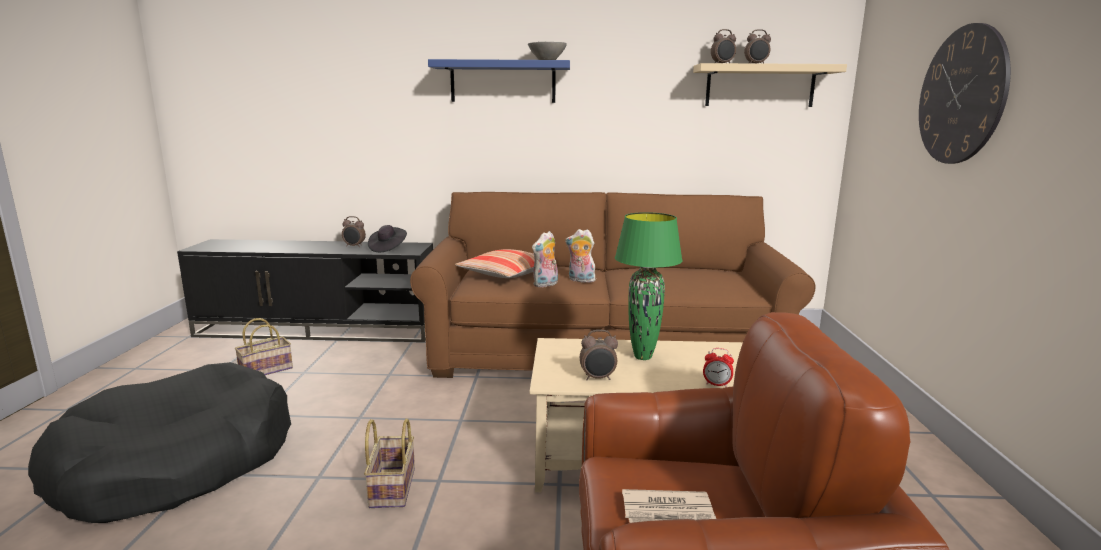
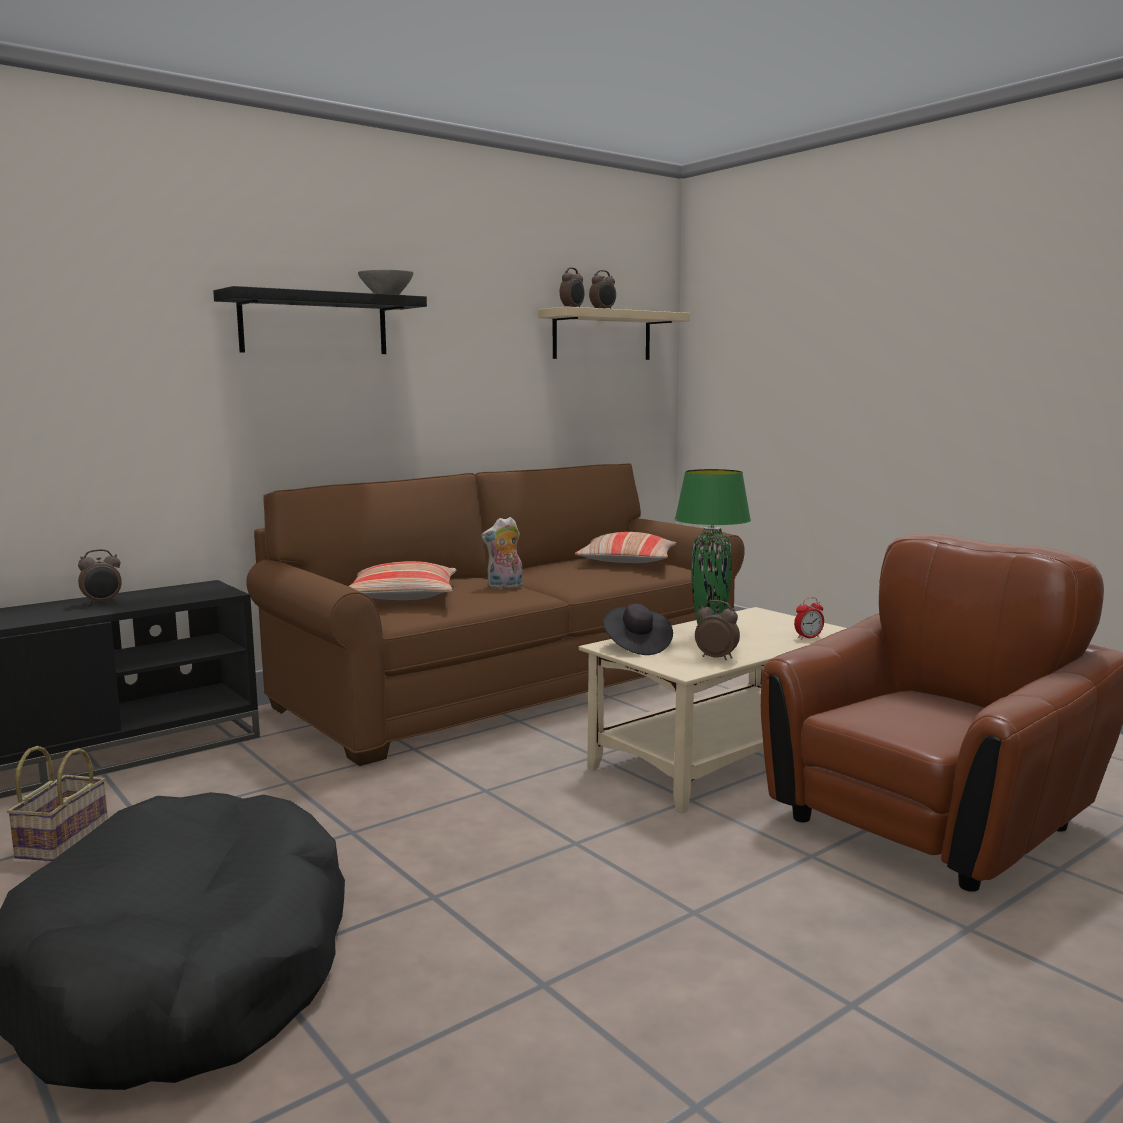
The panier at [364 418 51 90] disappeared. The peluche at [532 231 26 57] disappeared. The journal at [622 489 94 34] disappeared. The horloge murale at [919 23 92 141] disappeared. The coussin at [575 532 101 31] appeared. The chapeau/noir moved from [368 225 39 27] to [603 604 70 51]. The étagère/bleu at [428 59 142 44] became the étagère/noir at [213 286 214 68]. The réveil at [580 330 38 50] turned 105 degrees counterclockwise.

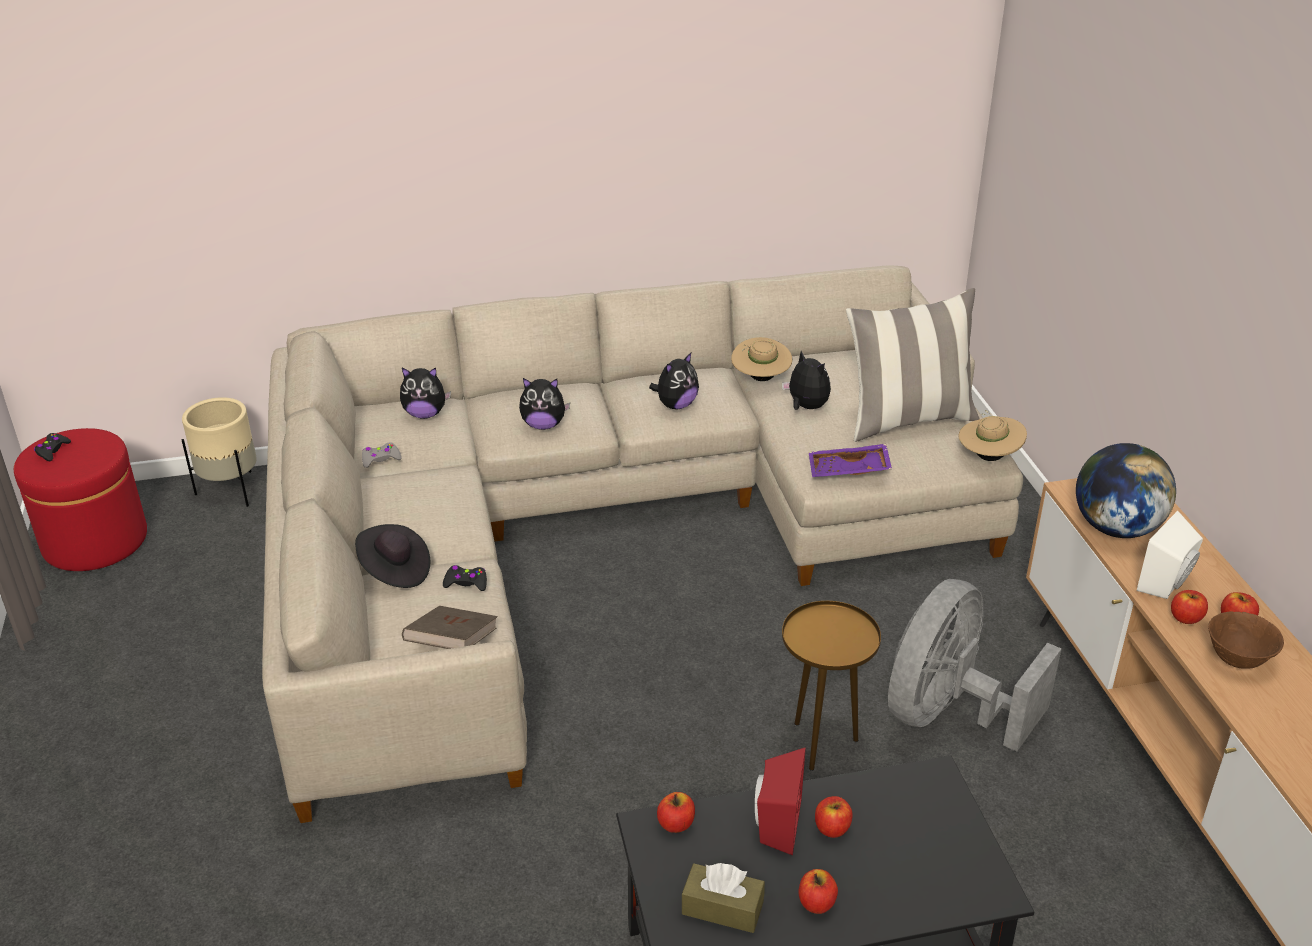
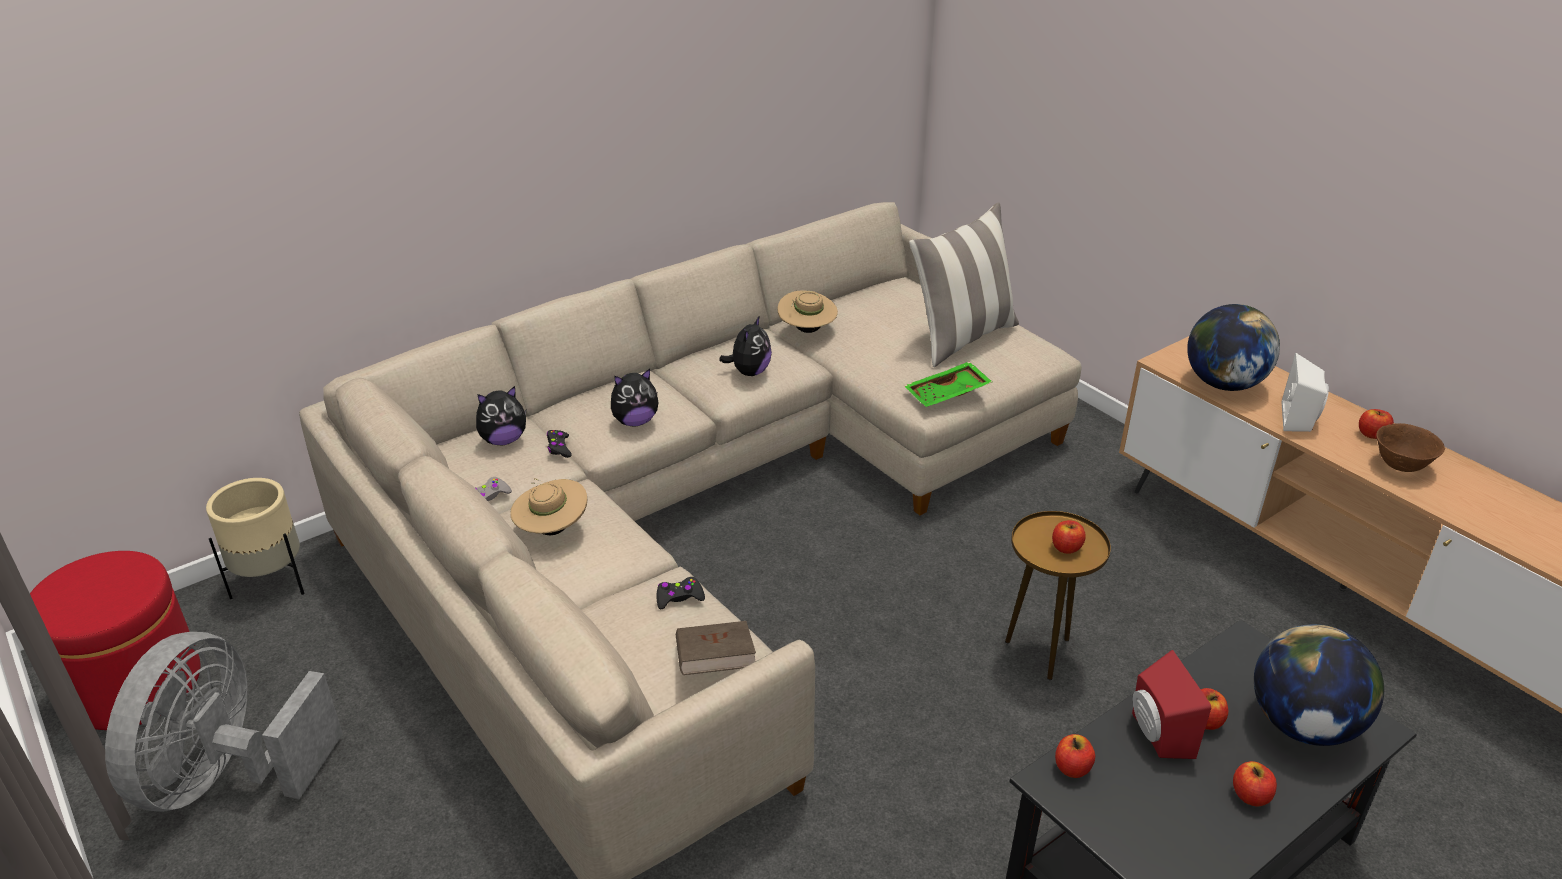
The chapeau/noir at [355 524 75 64] disappeared. The boîte à mouchoirs/marron at [682 863 83 70] disappeared. The peluche at [782 351 49 59] disappeared. The globe at [1254 624 130 122] appeared. The manette/noir moved from [34 433 37 28] to [547 430 25 28]. The ventilateur/gris moved from [888 579 173 173] to [105 632 238 180]. The chapeau/beige moved from [959 410 68 51] to [510 478 77 57]. The pomme moved from [1171 590 37 34] to [1052 520 34 34]. The plateau/violet at [809 444 83 33] became the plateau/vert at [905 362 87 45].

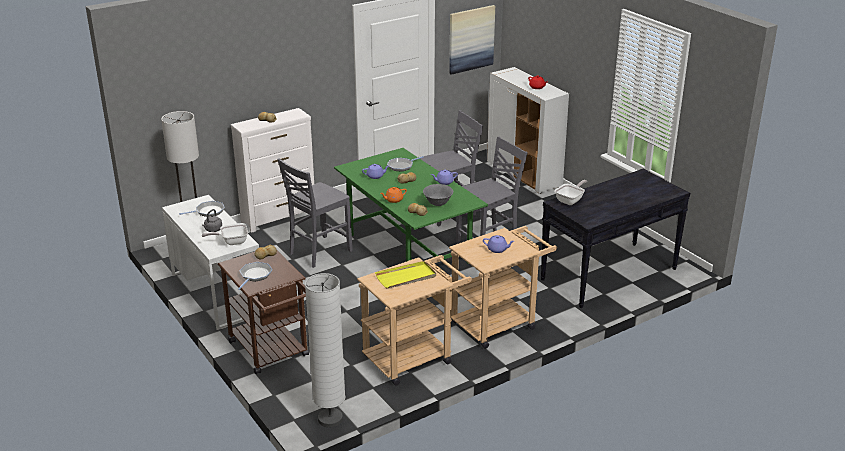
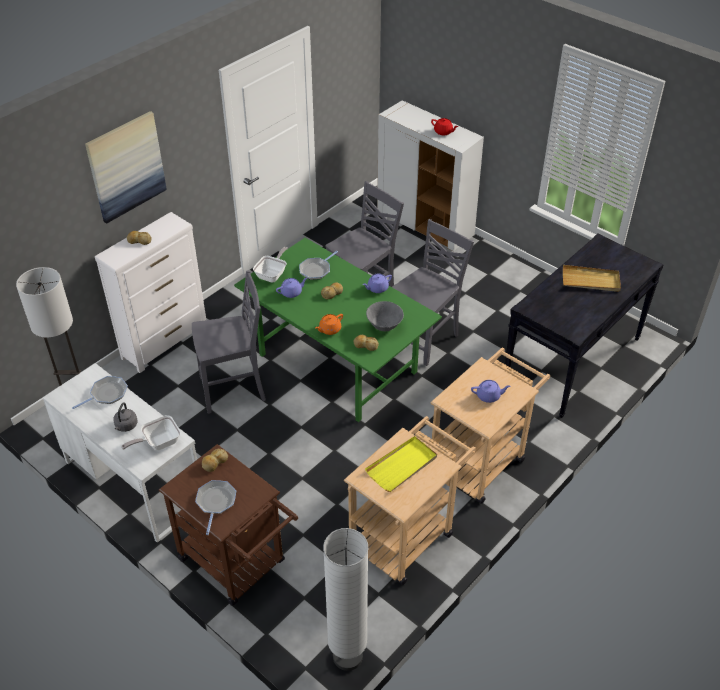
The plateau/beige at [563 265 58 27] appeared. The tableau moved from [449 5 46 70] to [85 111 82 113]. The poêle moved from [554 180 33 25] to [253 247 35 36]. The chaise/gris at [278 158 75 110] turned 135 degrees counterclockwise.

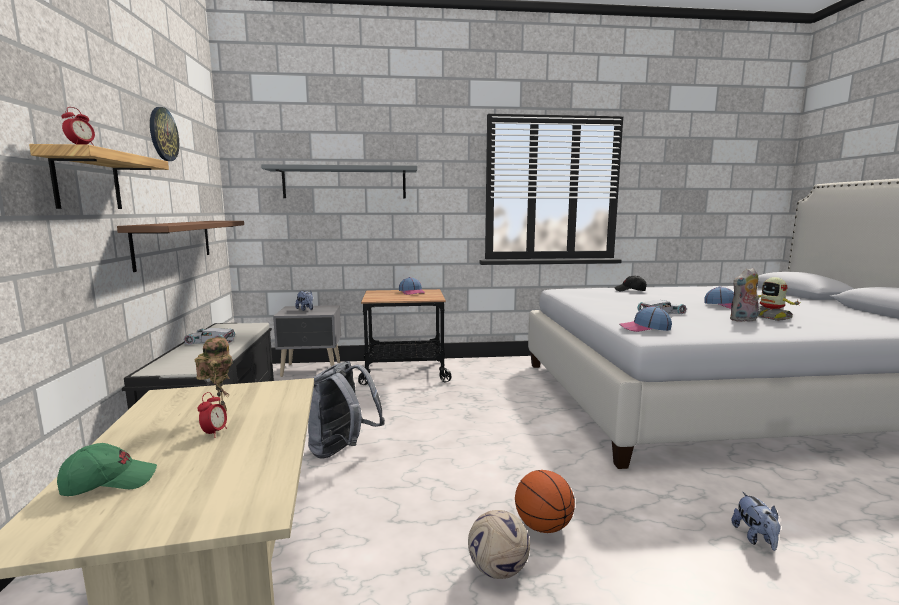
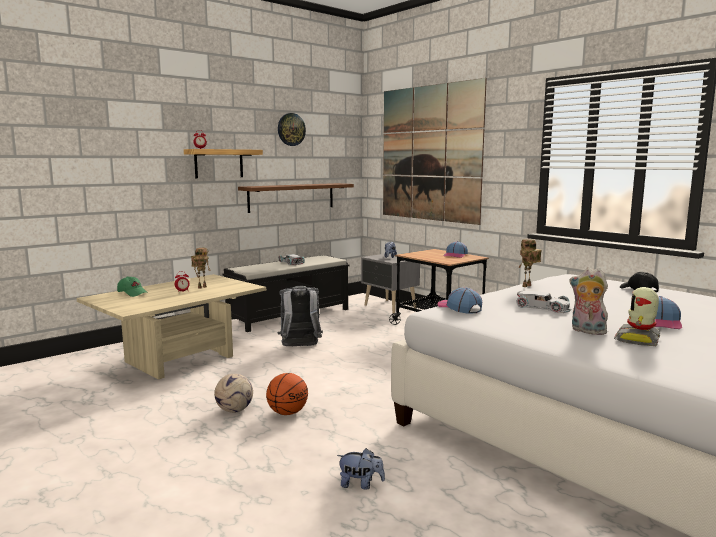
The robot jouet at [519 239 23 48] appeared. The étagère/gris at [261 164 156 34] was replaced by the tableau at [383 78 104 147]. The peluche at [732 492 49 59] turned 135 degrees counterclockwise.

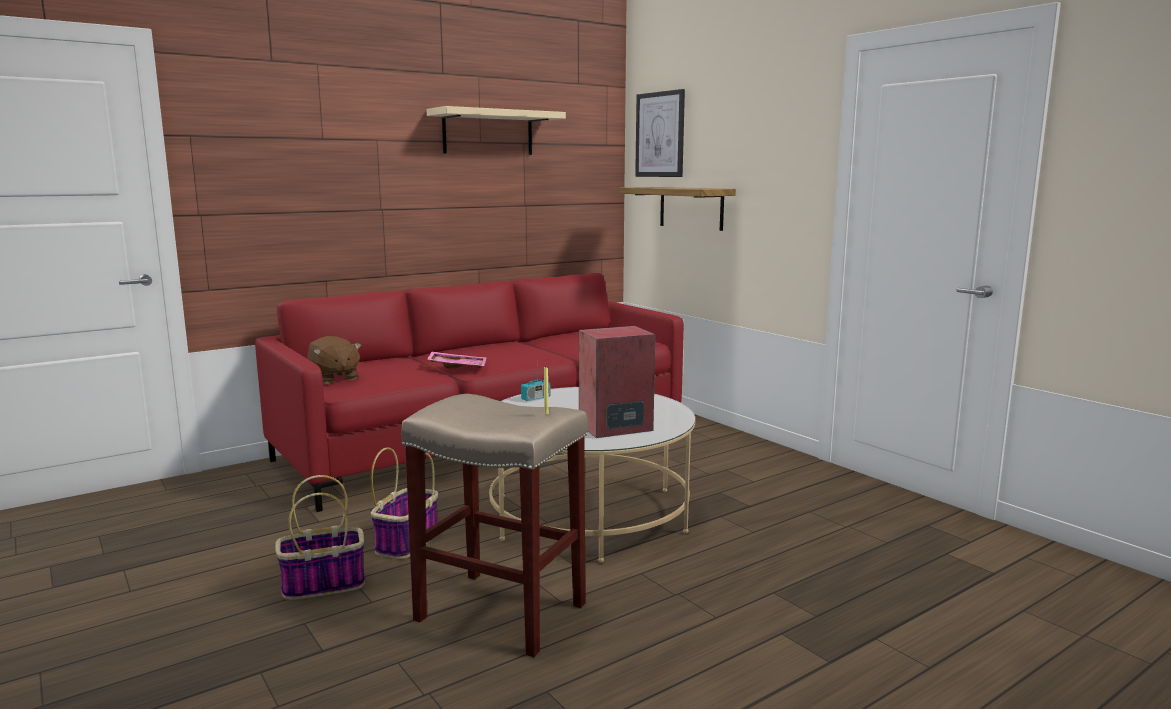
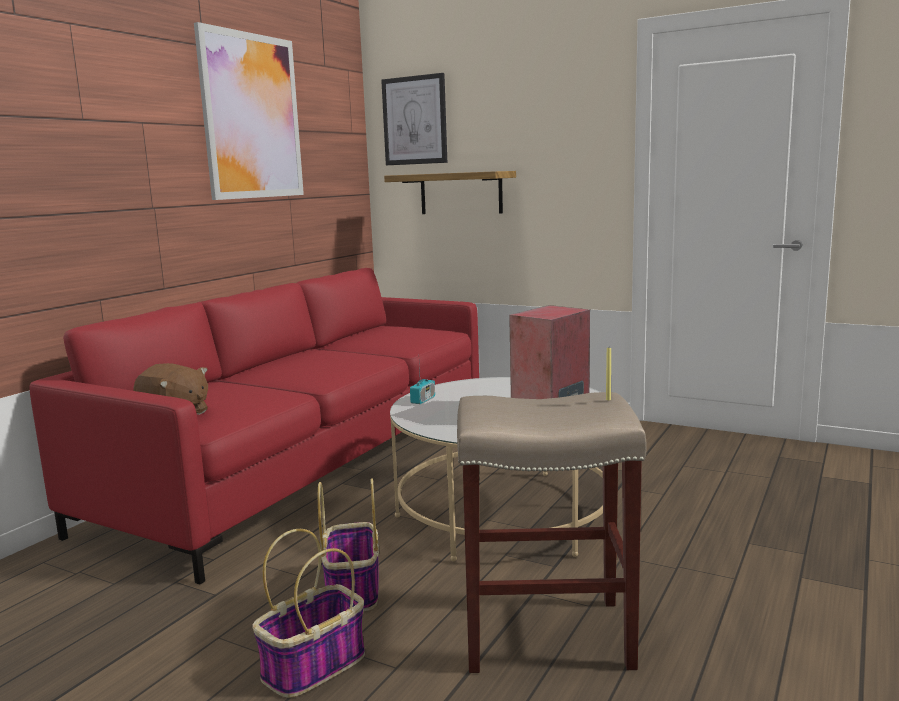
The plateau/rose at [427 352 59 17] disappeared. The étagère/beige at [427 106 139 49] was replaced by the tableau at [194 22 110 178].

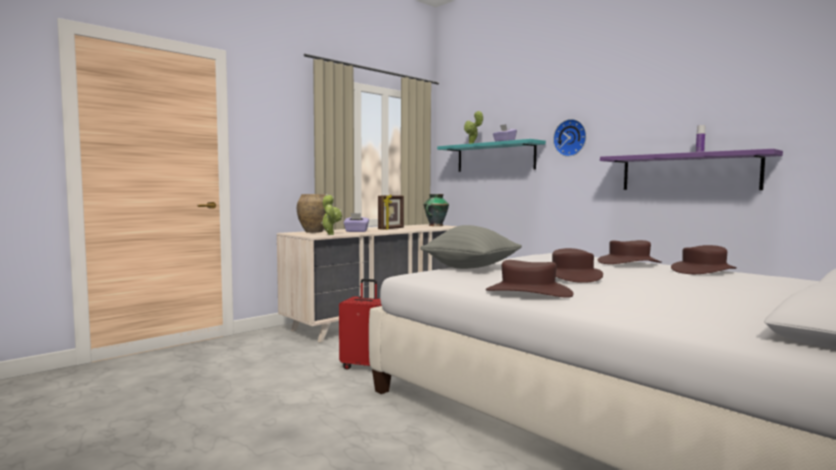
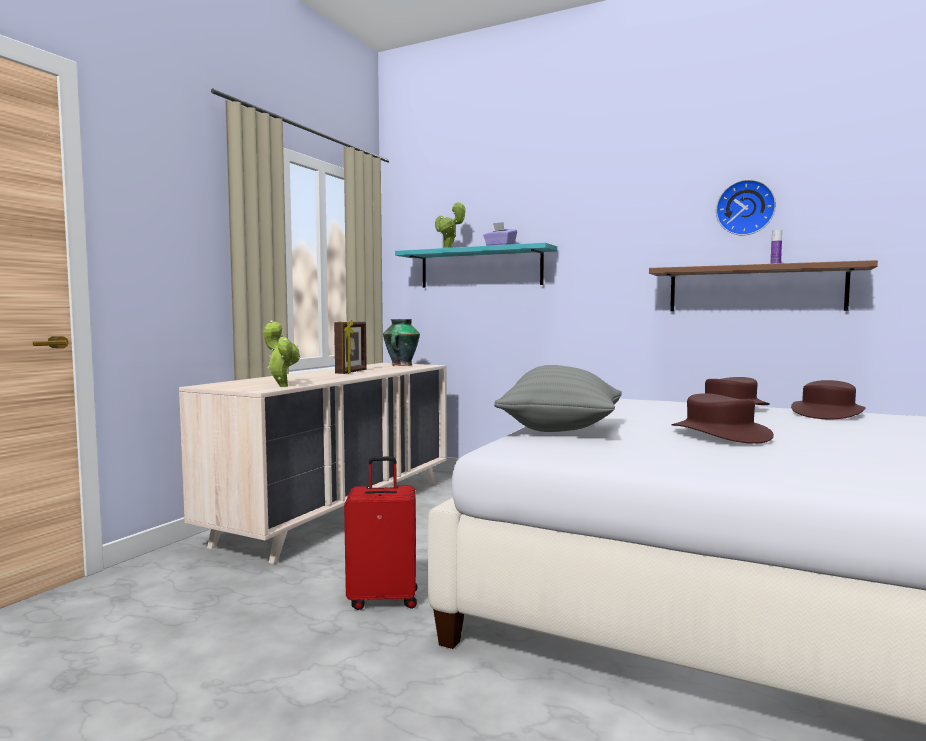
The vase/marron at [297 194 29 39] disappeared. The boîte à mouchoirs/violet at [344 213 25 19] disappeared. The chapeau/marron at [486 260 88 38] disappeared. The horloge murale moved from [553 119 34 38] to [716 179 60 56]. The étagère/violet at [600 149 183 41] became the étagère/marron at [649 260 229 51].

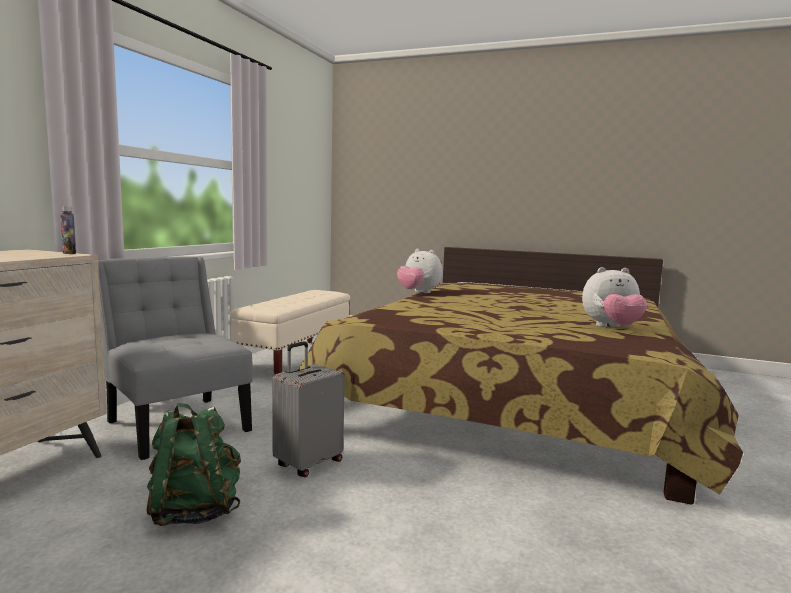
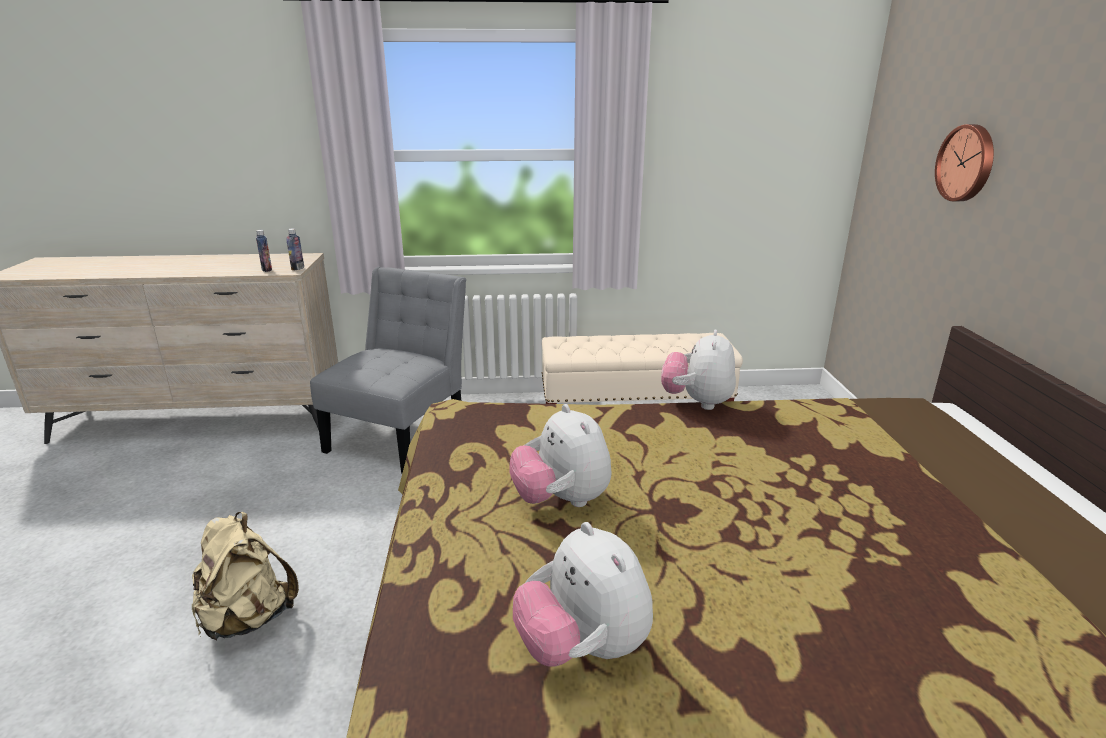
The sac à dos/vert at [147 403 94 123] disappeared. The valise/gris at [272 341 73 136] disappeared. The sac à dos/beige at [192 512 107 129] appeared. The bouteille at [256 230 16 42] appeared. The peluche at [509 404 103 103] appeared. The horloge murale at [935 124 59 77] appeared.

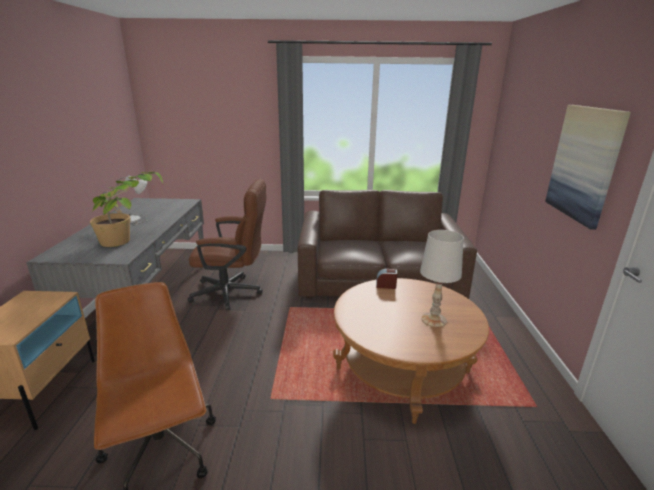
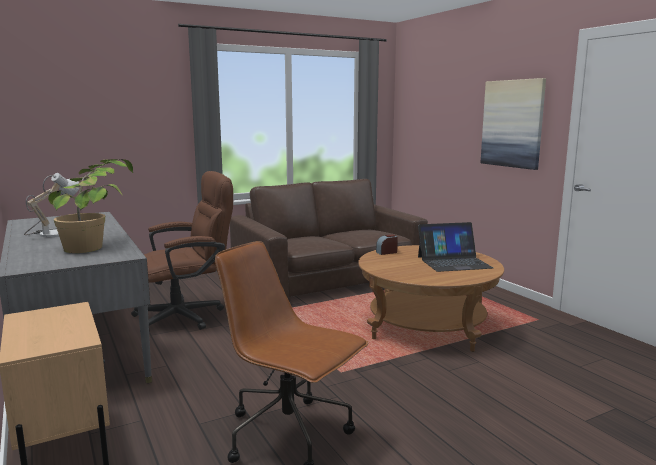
The lampe de table/blanc at [420 230 44 98] was replaced by the ordinateur portable at [418 222 75 50].

